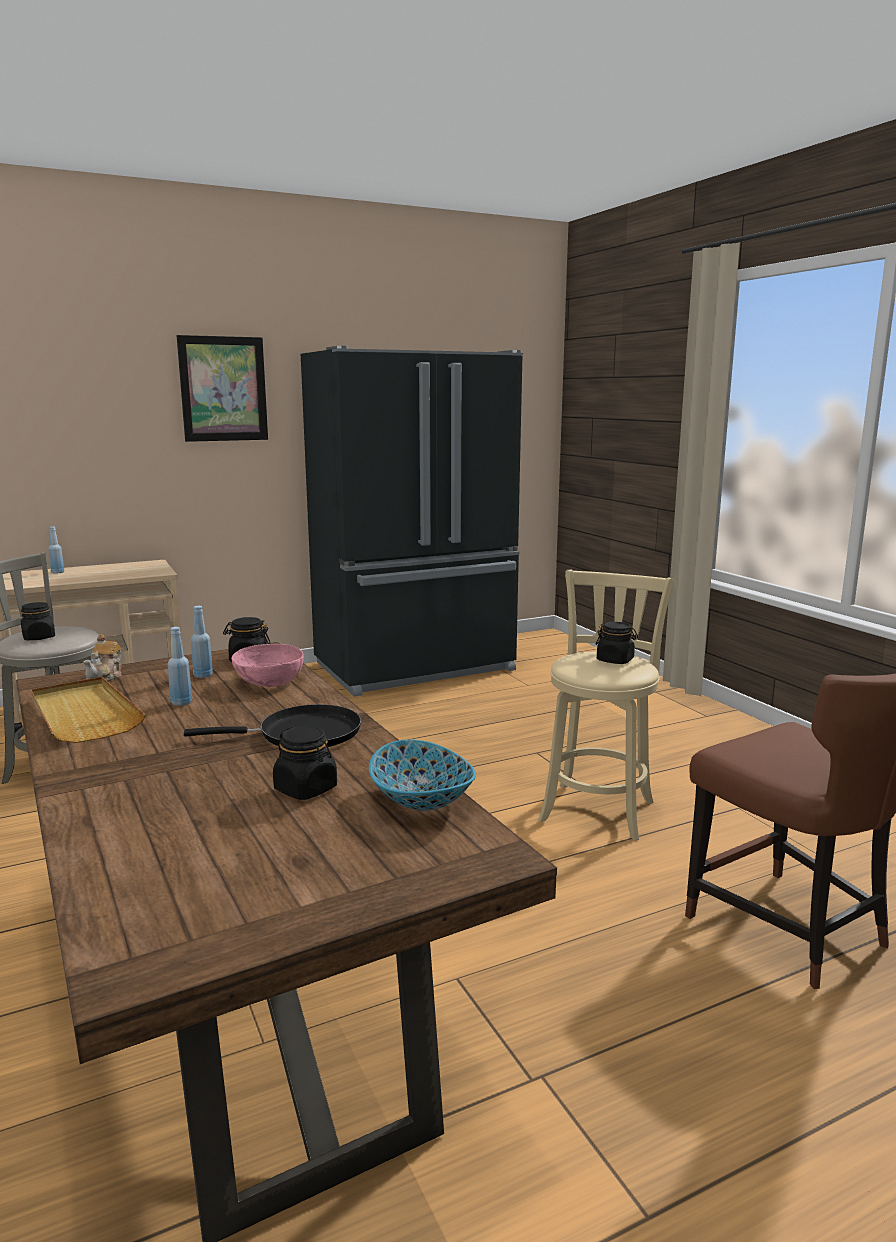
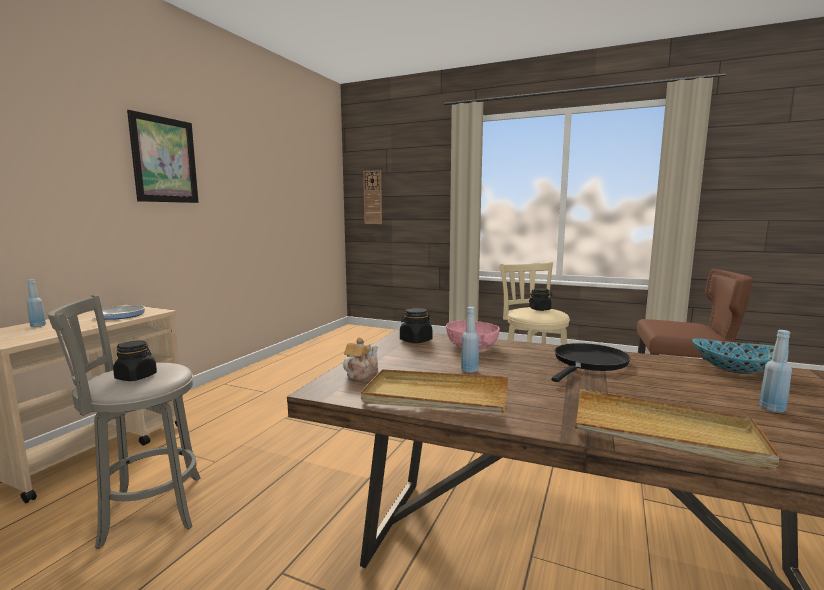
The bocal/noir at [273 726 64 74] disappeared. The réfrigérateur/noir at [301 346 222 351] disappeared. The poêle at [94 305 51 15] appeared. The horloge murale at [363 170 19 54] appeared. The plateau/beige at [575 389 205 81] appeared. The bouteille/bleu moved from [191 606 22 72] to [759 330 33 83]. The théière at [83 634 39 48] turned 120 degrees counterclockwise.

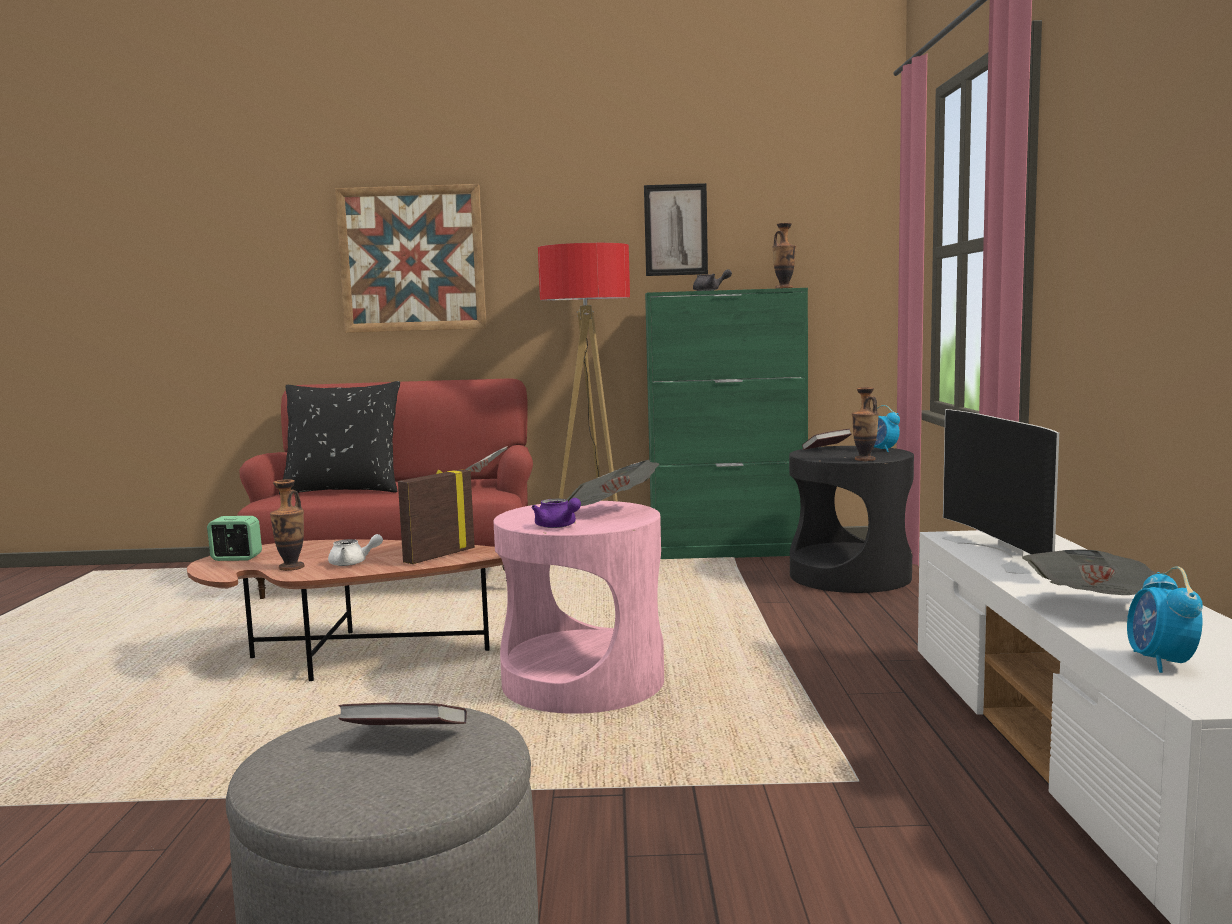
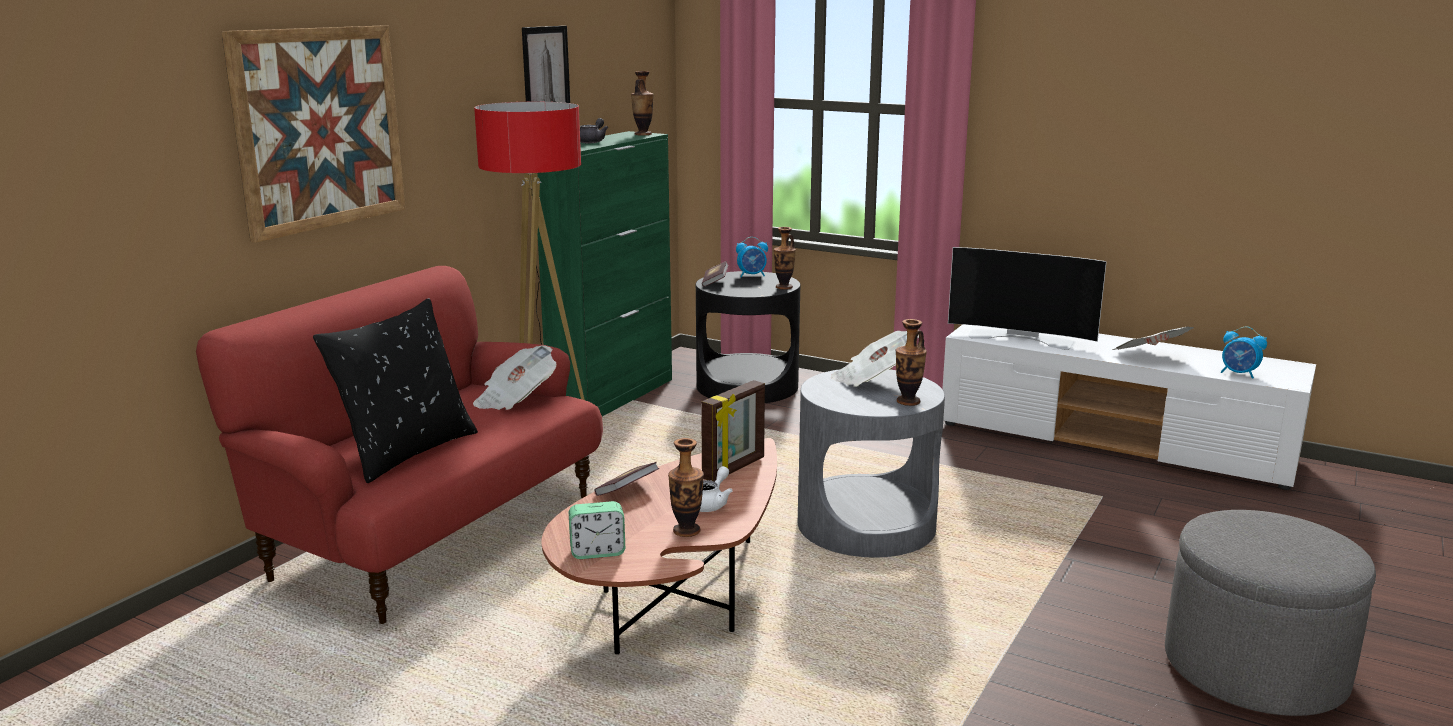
The livre moved from [338 703 129 22] to [594 462 65 34]. The théière/violet at [532 498 49 30] was replaced by the vase at [896 319 31 87]. The table d'appoint/rose at [494 501 170 213] became the table d'appoint/gris at [798 369 147 188]. The réveil at [207 516 55 45] turned 135 degrees counterclockwise. The cadre photo at [398 469 77 95] turned 120 degrees counterclockwise.

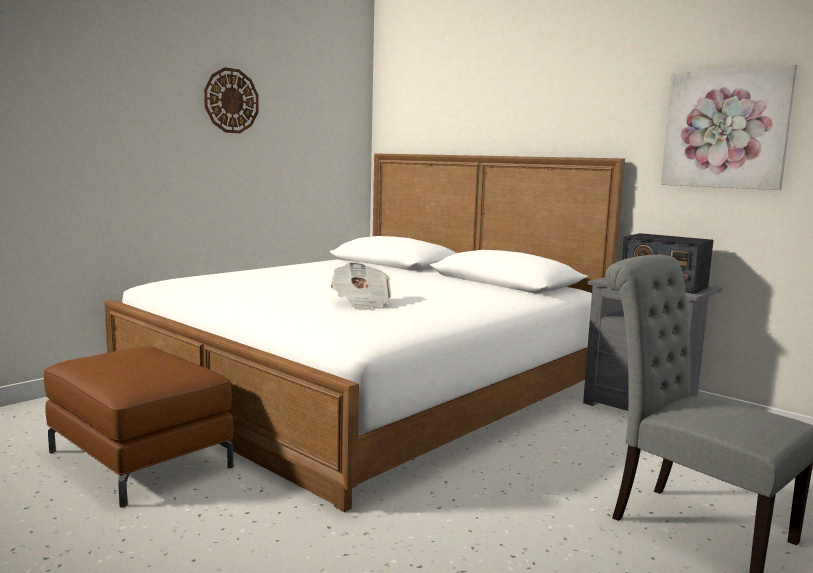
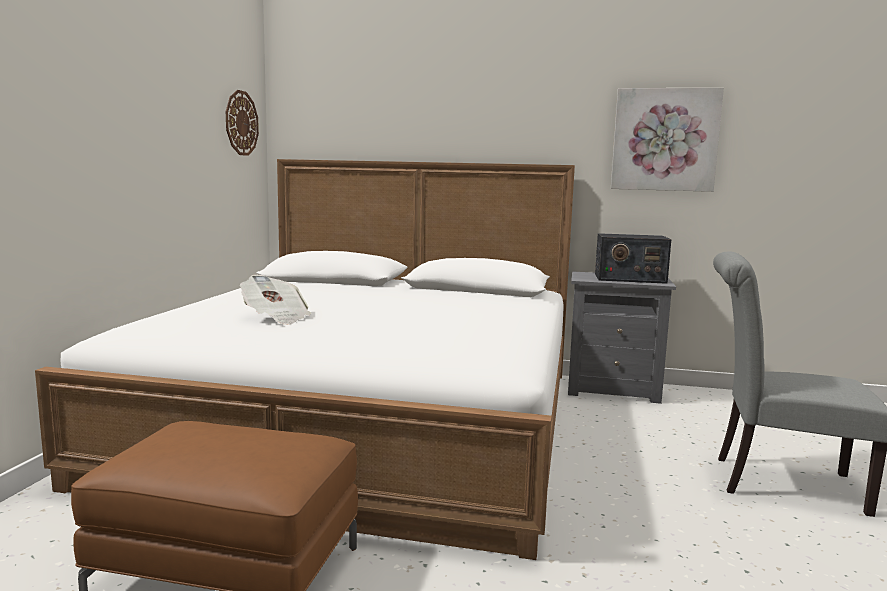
The horloge murale moved from [204 67 55 66] to [226 90 33 66]. The journal moved from [331 262 60 48] to [240 275 71 50].

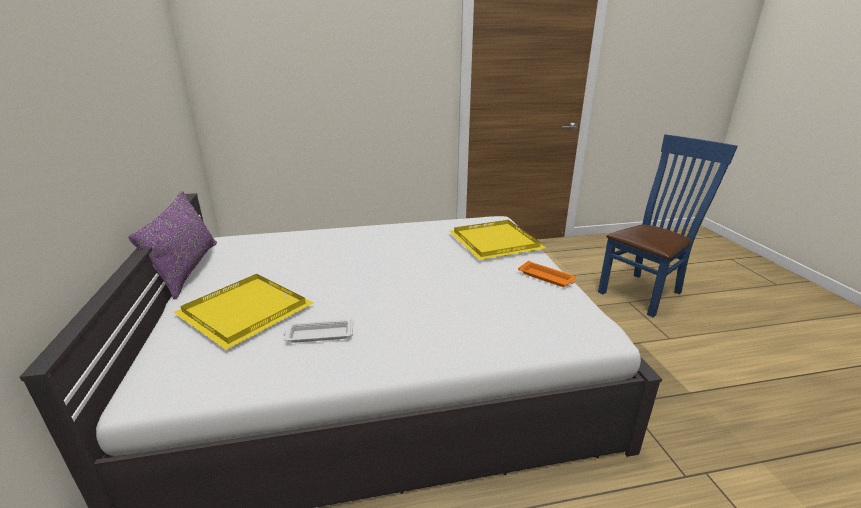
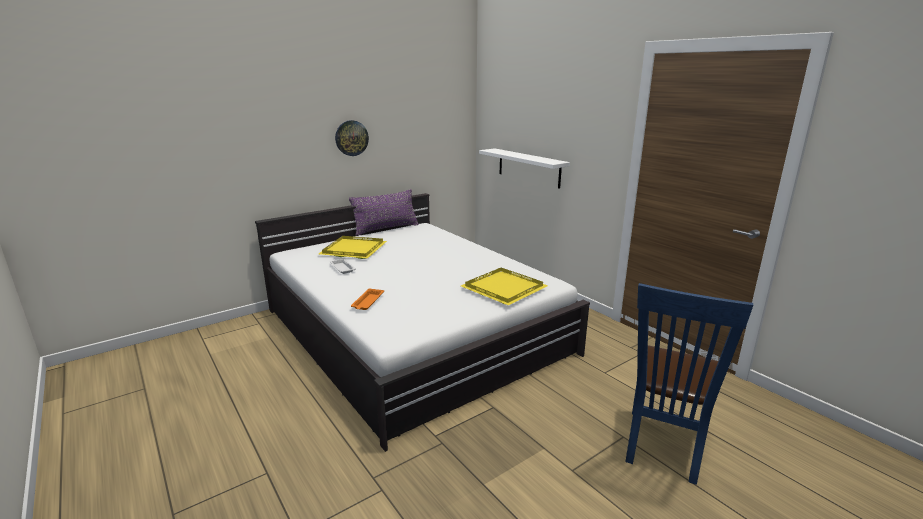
The horloge murale at [335 120 34 36] appeared. The étagère/blanc at [479 148 91 41] appeared. The plateau/orange moved from [518 261 57 26] to [351 289 33 21]. The chaise/bleu at [598 134 140 183] turned 90 degrees clockwise.

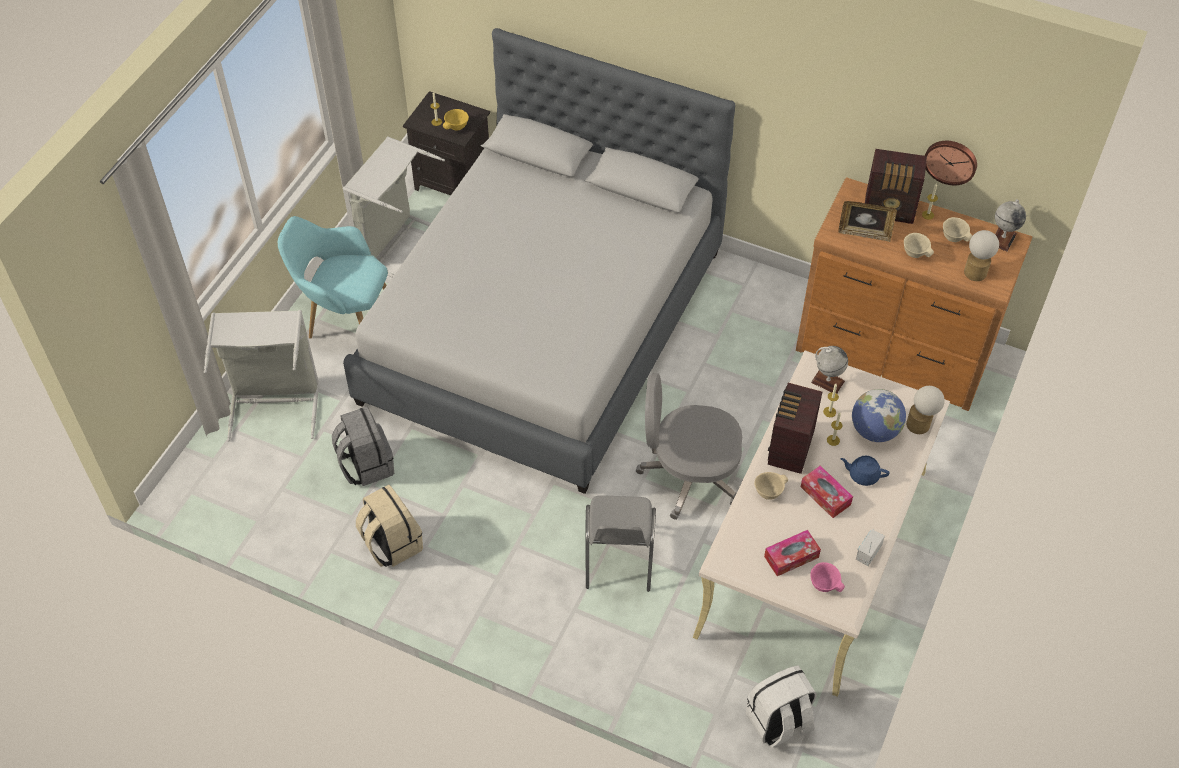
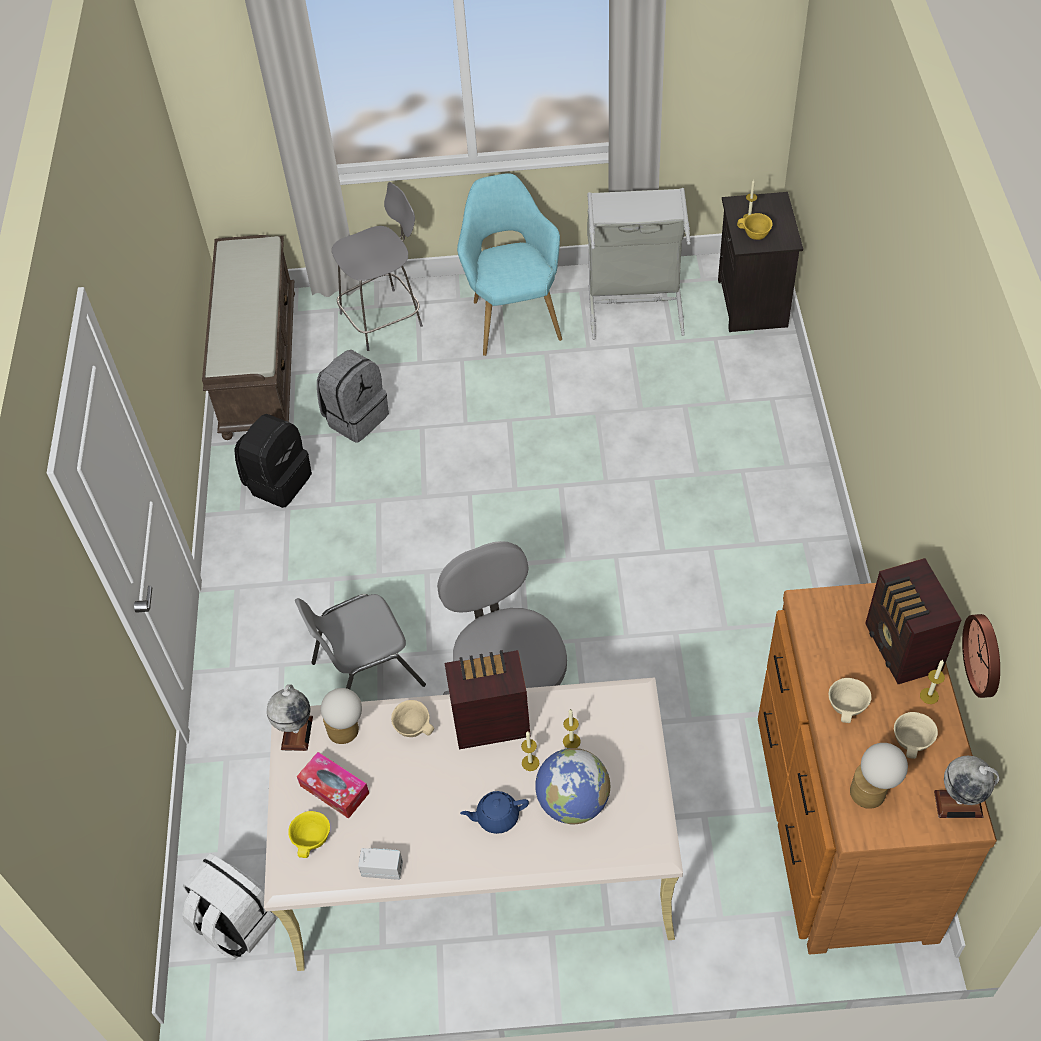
The lit/gris at [343 28 393 466] disappeared. The boîte à mouchoirs at [801 466 52 52] disappeared. The cadre photo at [838 201 59 41] disappeared. The banc/marron at [202 235 93 205] appeared. The globe moved from [811 346 37 47] to [267 684 46 67]. The lampe de table moved from [906 386 39 48] to [321 688 41 56]. The panier à linge/gris at [204 310 115 132] was replaced by the chaise/gris at [332 182 91 169]. The sac à dos/beige at [356 485 67 82] became the sac à dos/noir at [234 414 78 94]. The bol/rose at [810 562 35 30] became the bol/jaune at [288 811 42 47]. The théière/bleu at [840 456 50 30] turned 90 degrees counterclockwise.

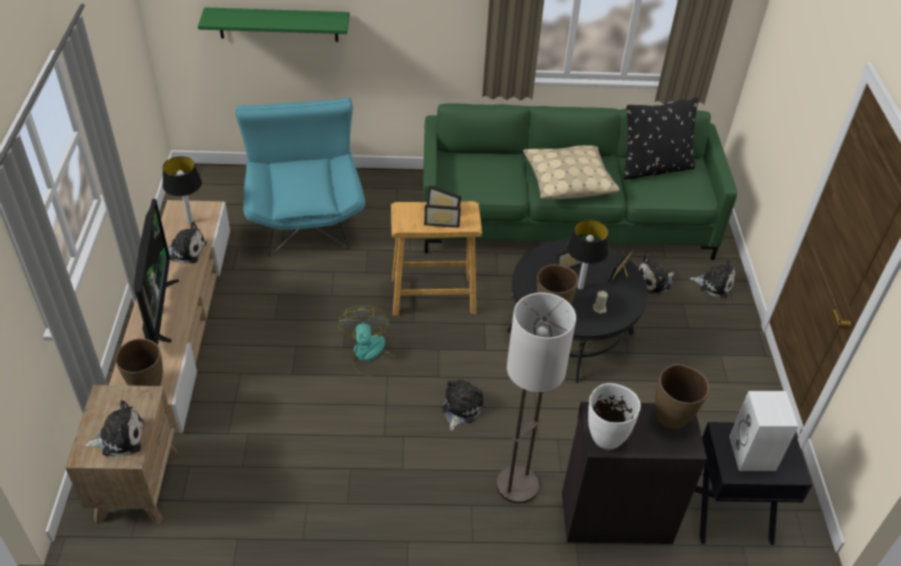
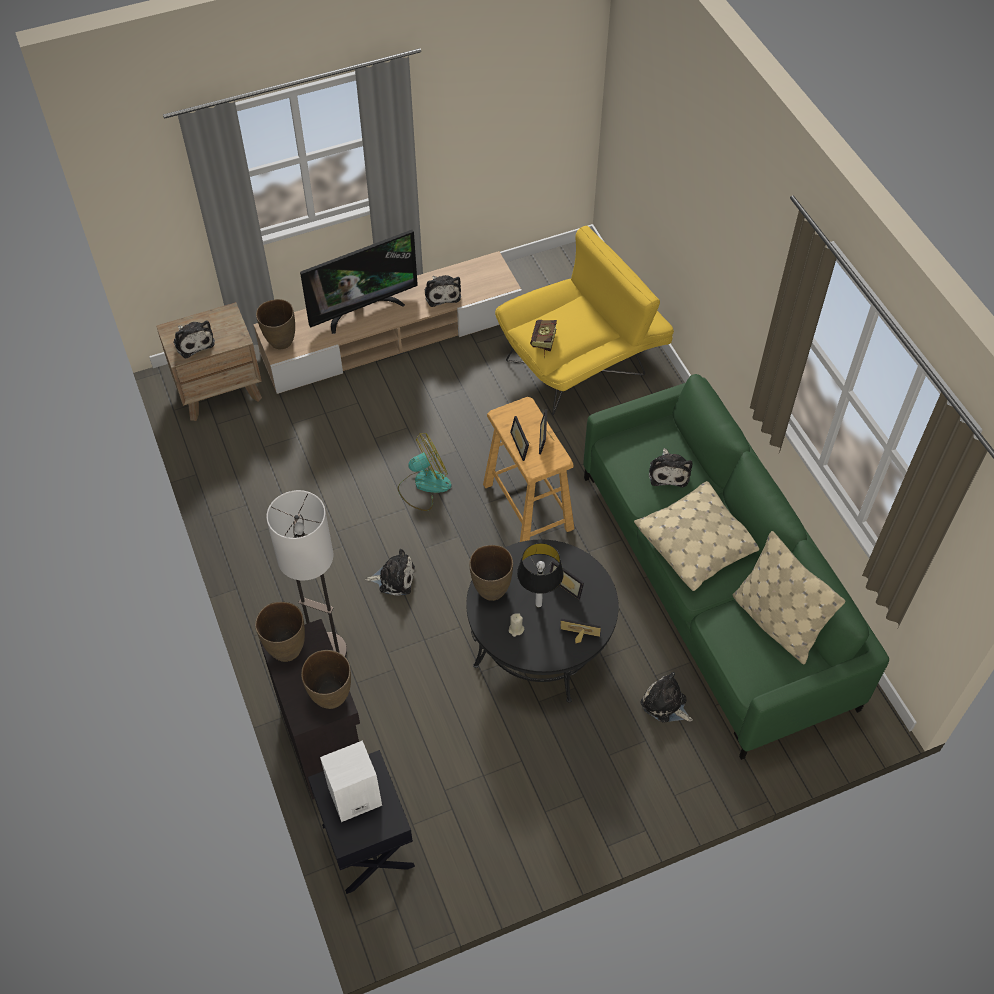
The lampe de table at [163 156 39 68] disappeared. The étagère/vert at [198 7 152 35] disappeared. The livre at [530 320 27 38] appeared. The peluche moved from [689 260 46 38] to [649 448 43 39]. The fauteuil/turquoise at [236 98 129 159] became the fauteuil/jaune at [495 226 179 189]. The vase/blanc at [588 383 53 67] became the vase/marron at [255 602 50 60]. The coussin/noir at [623 97 76 82] became the coussin/beige at [732 531 114 133].

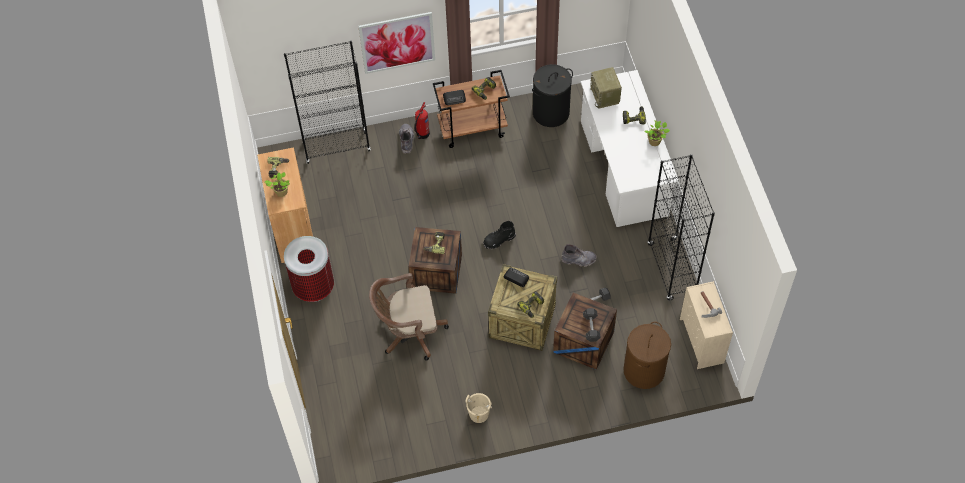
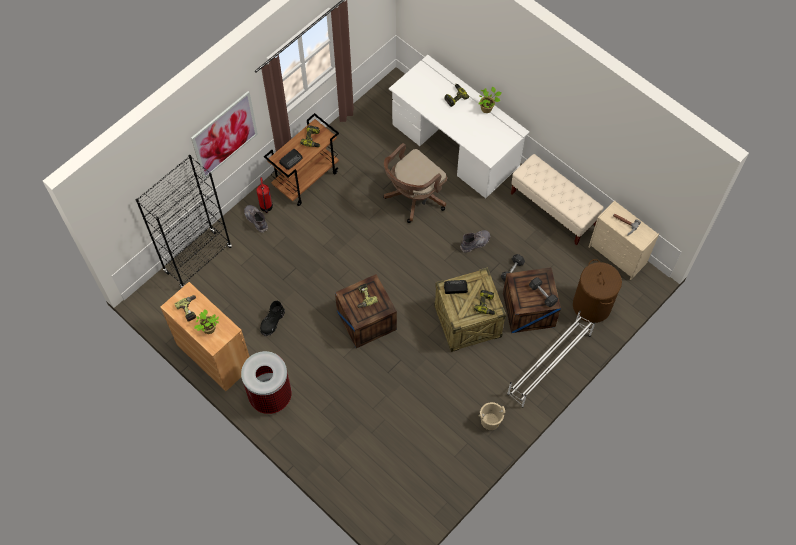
The panier à linge/noir at [532 64 41 63] disappeared. The radio at [590 67 32 41] disappeared. The étagère à chaussures/blanc at [507 311 88 97] appeared. The chaise de bureau/marron moved from [369 273 80 88] to [383 143 64 80]. The botte/noir moved from [483 221 33 28] to [260 301 25 35]. The bibliothèque/noir at [647 154 68 147] was replaced by the banc/beige at [511 154 93 91].

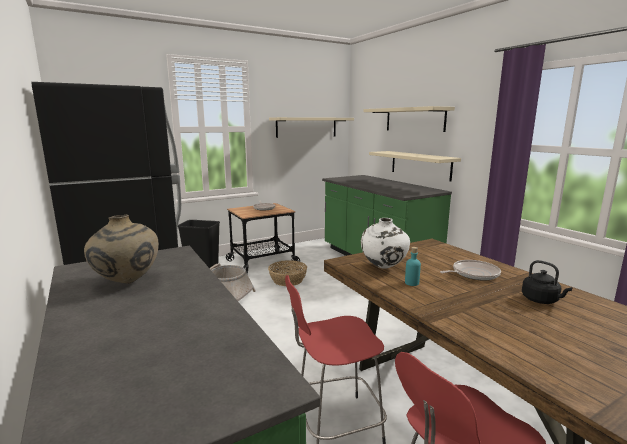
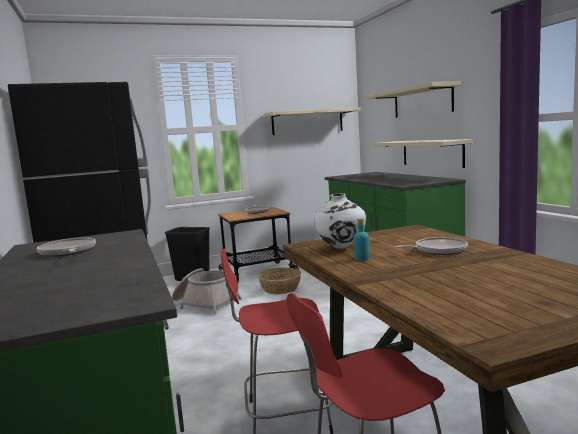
The bouilloire/noir at [522 260 51 44] disappeared. The vase/beige at [84 215 75 69] was replaced by the poêle at [36 237 60 20].

